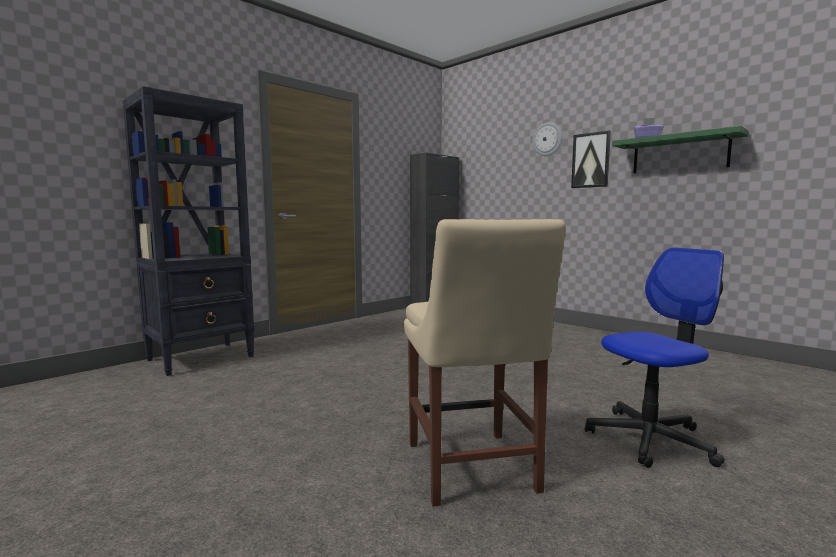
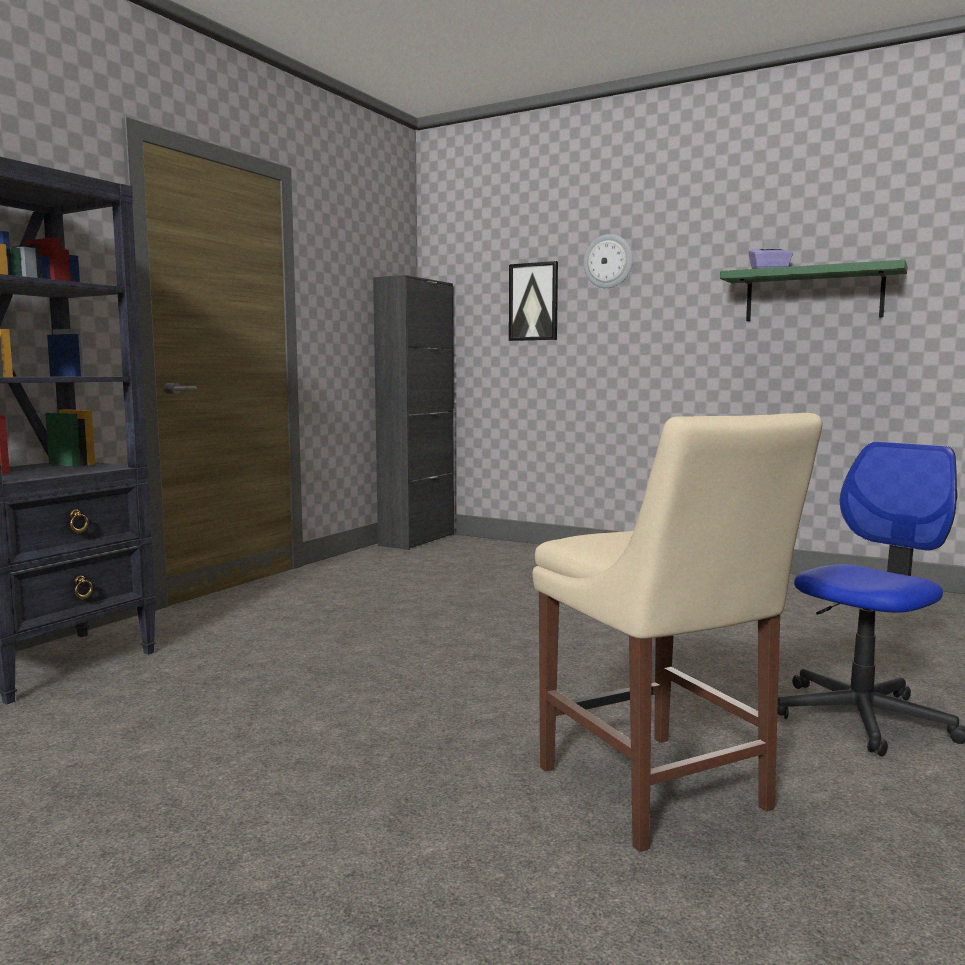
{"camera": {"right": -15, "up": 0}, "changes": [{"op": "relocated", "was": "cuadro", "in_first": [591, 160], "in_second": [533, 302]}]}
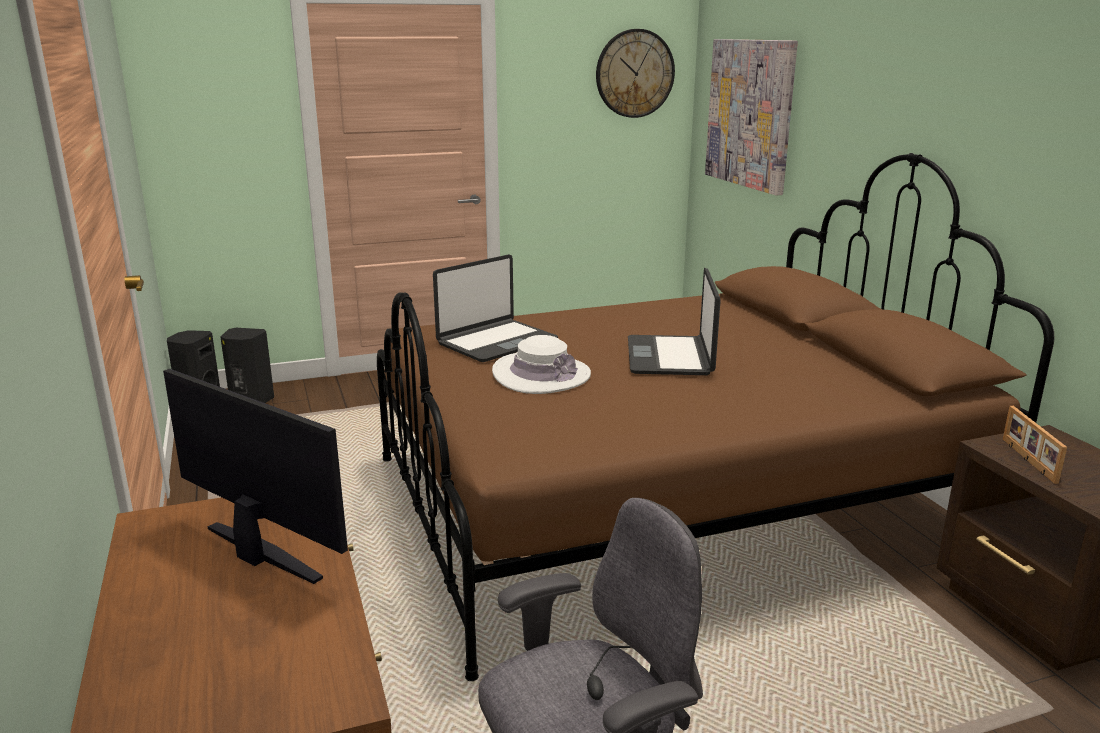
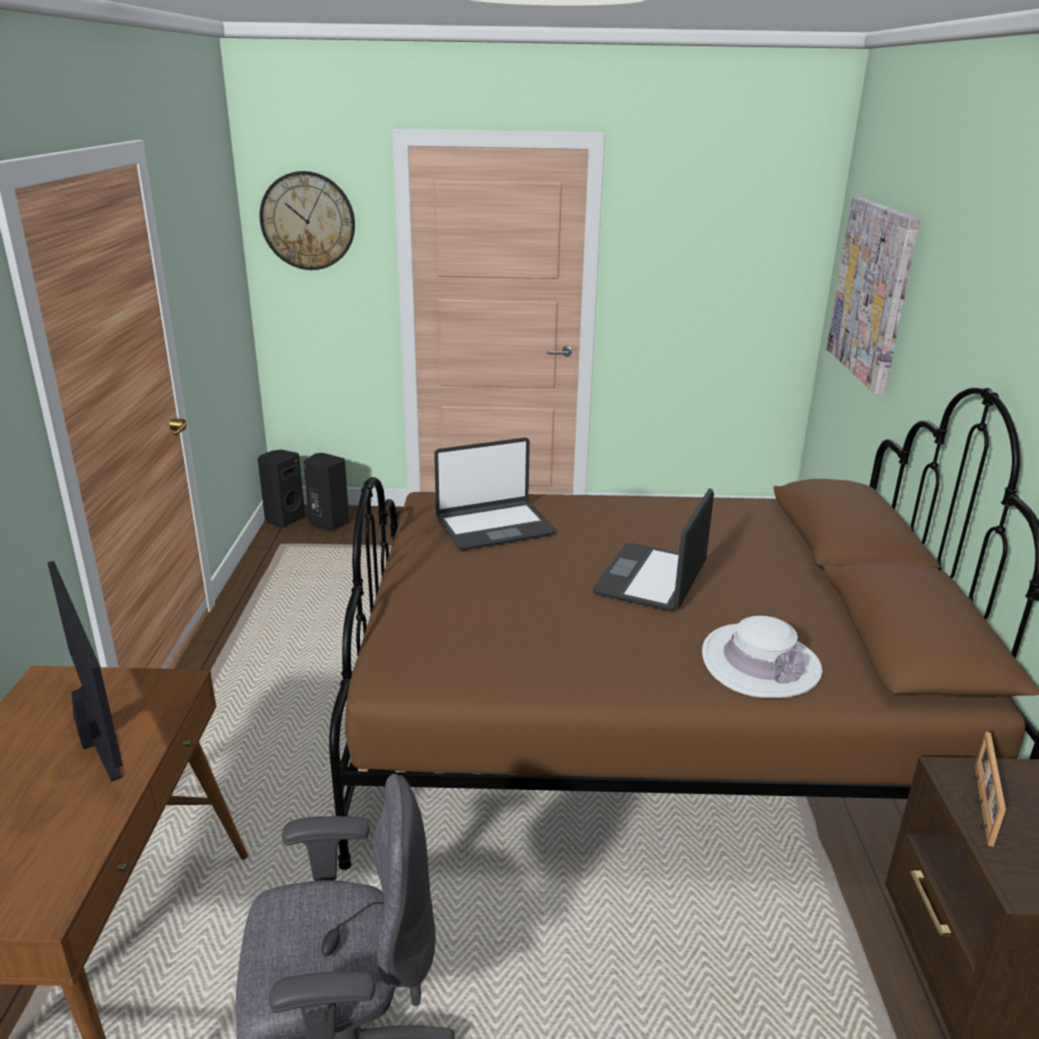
{"camera": {"right": 20, "up": 5}, "changes": [{"op": "relocated", "was": "reloj de pared", "in_first": [634, 73], "in_second": [308, 221]}, {"op": "relocated", "was": "sombrero/blanco", "in_first": [541, 375], "in_second": [760, 663]}]}
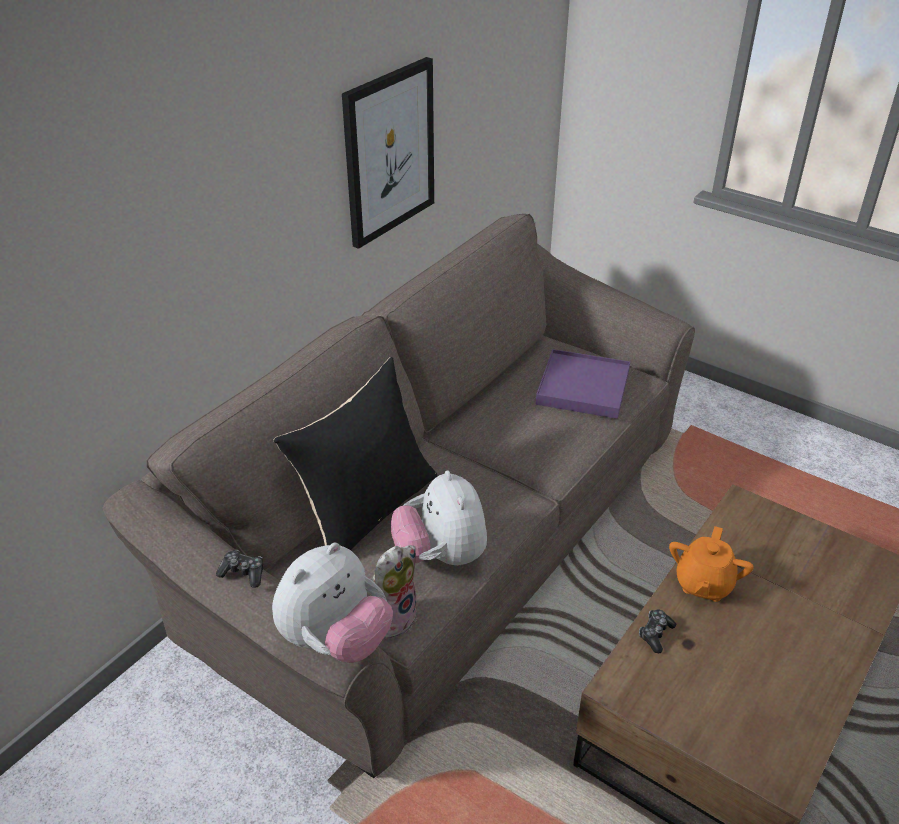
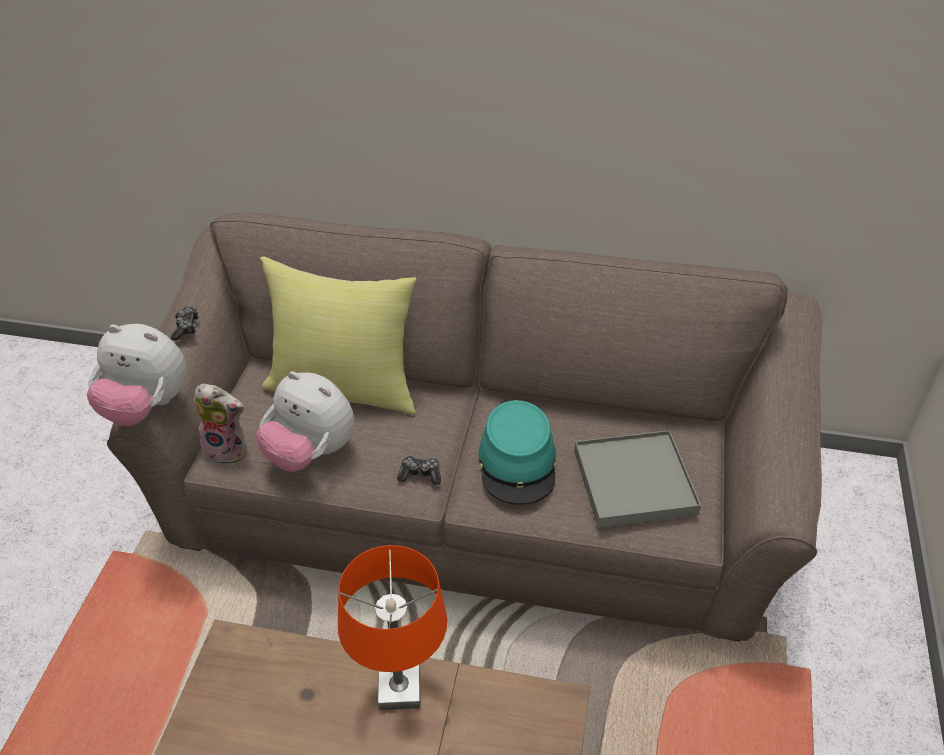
{"camera": {"right": 65, "up": 5}, "changes": [{"op": "spun", "was": "peluche", "in_first": [441, 556], "in_second": [310, 453], "clockwise": -105}, {"op": "colour", "was": "cojín/negro", "now": "cojín/amarillo", "in_first": [367, 510], "in_second": [344, 386]}, {"op": "exchanged", "was": "tetera/naranja", "now": "lámpara de mesa/naranja", "in_first": [703, 584], "in_second": [400, 690]}, {"op": "relocated", "was": "mando de consola", "in_first": [655, 634], "in_second": [420, 474]}, {"op": "appeared", "now": "sombrero/turquesa", "in_second": [518, 463]}, {"op": "colour", "was": "bandeja/morado", "now": "bandeja/gris", "in_first": [583, 387], "in_second": [634, 482]}, {"op": "missing", "was": "cuadro", "in_first": [389, 152]}]}
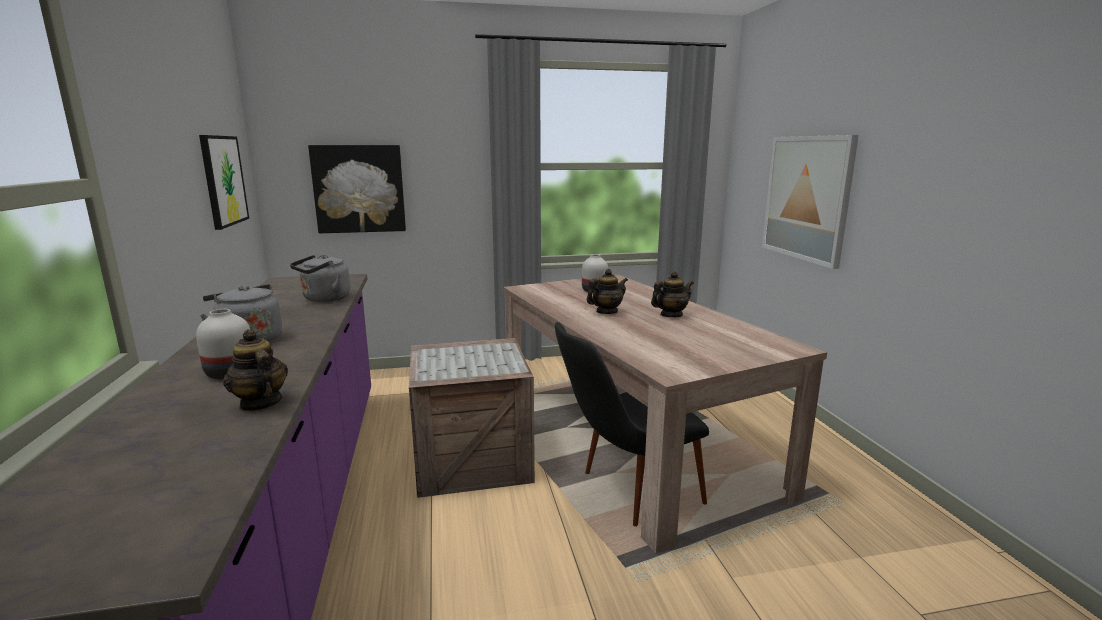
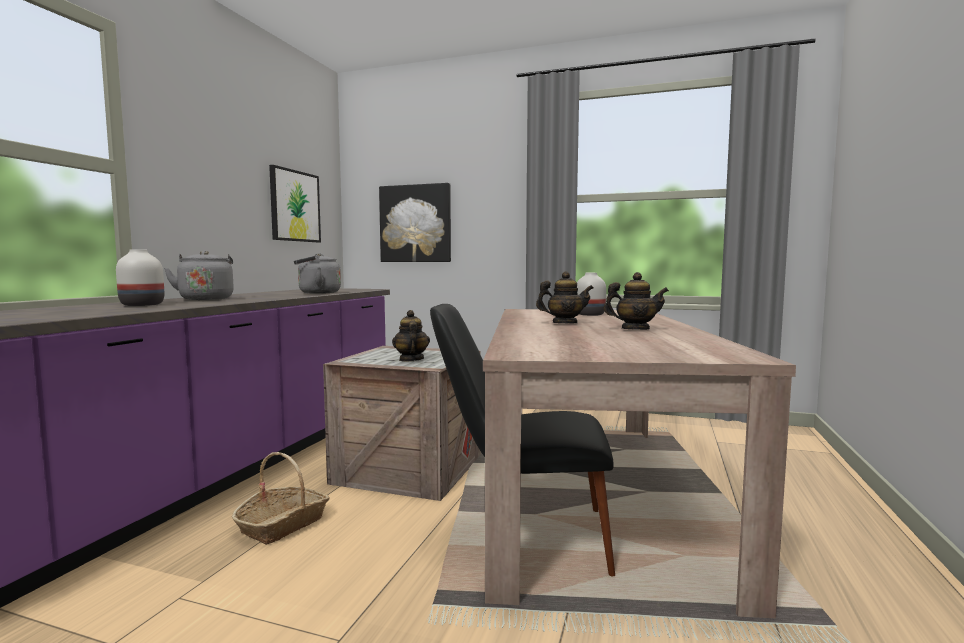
{"camera": {"right": 30, "up": -10}, "changes": [{"op": "appeared", "now": "cesta", "in_second": [283, 524]}, {"op": "relocated", "was": "tetera", "in_first": [260, 403], "in_second": [411, 359]}, {"op": "missing", "was": "cuadro", "in_first": [806, 198]}]}
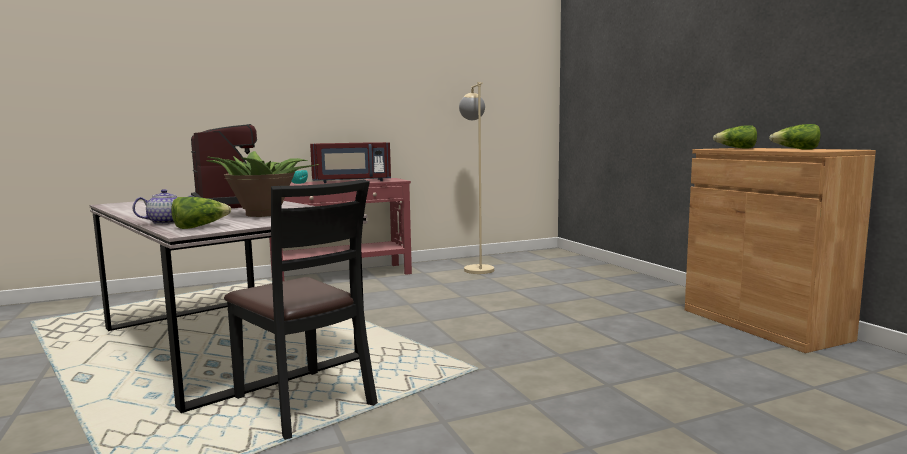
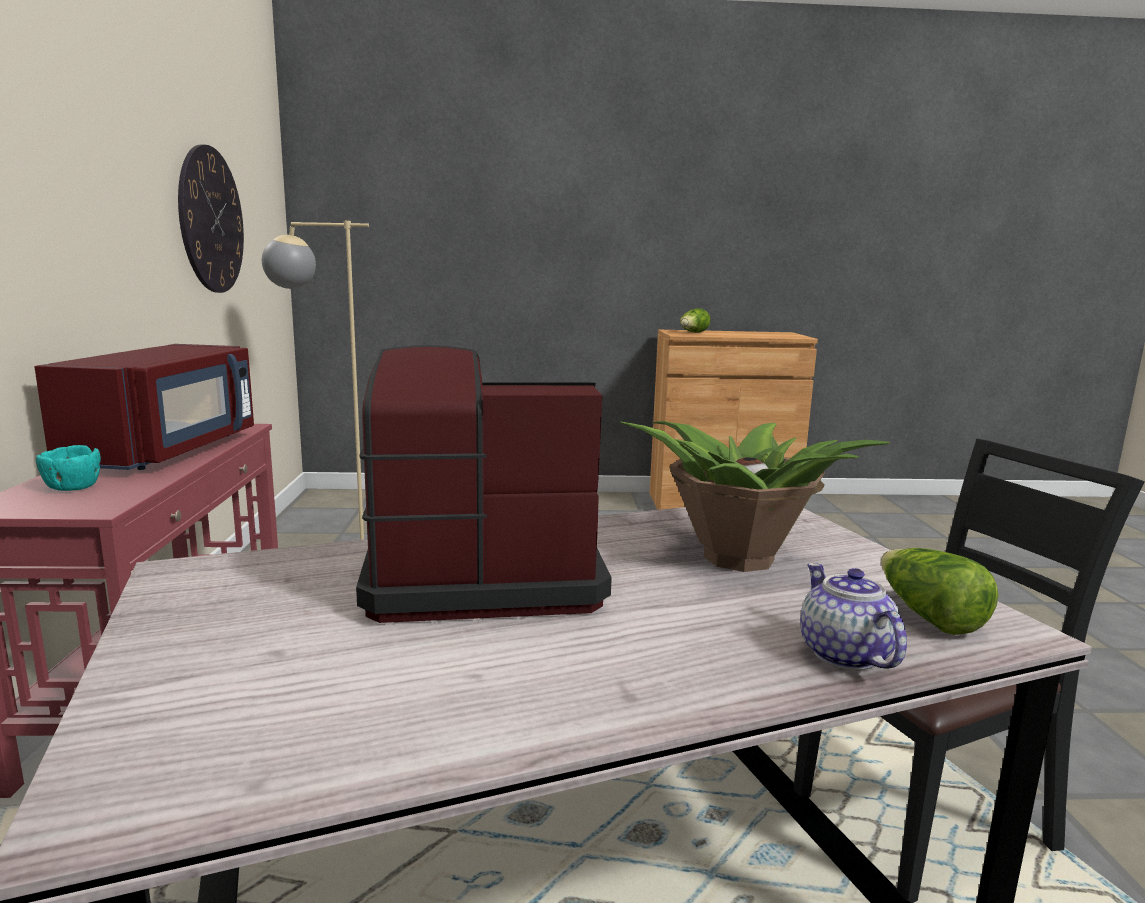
{"camera": {"right": -70, "up": 5}, "changes": [{"op": "appeared", "now": "reloj de pared", "in_second": [211, 220]}, {"op": "missing", "was": "lechuga", "in_first": [796, 149]}]}
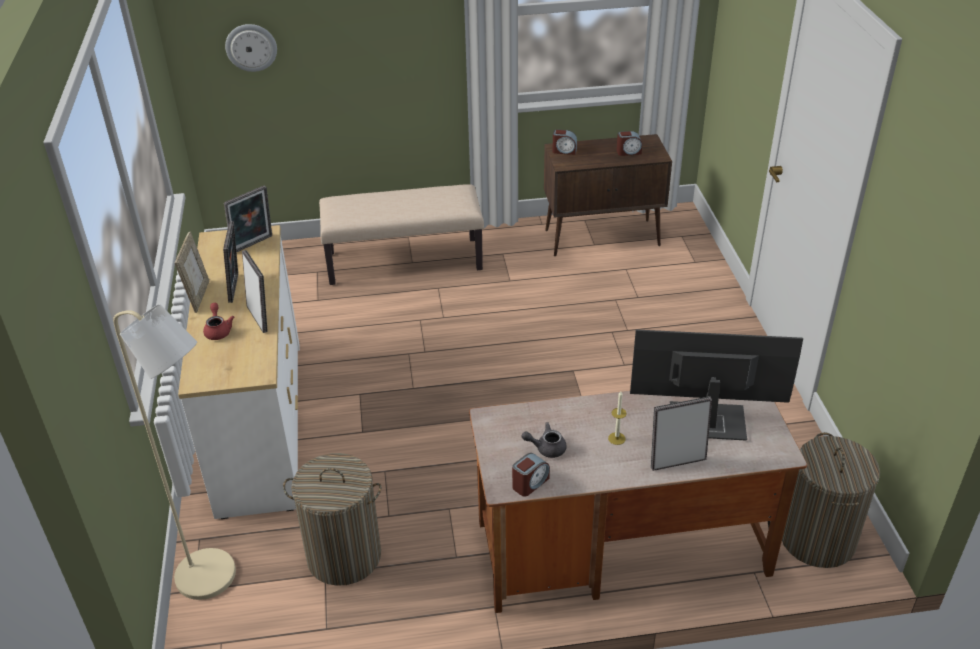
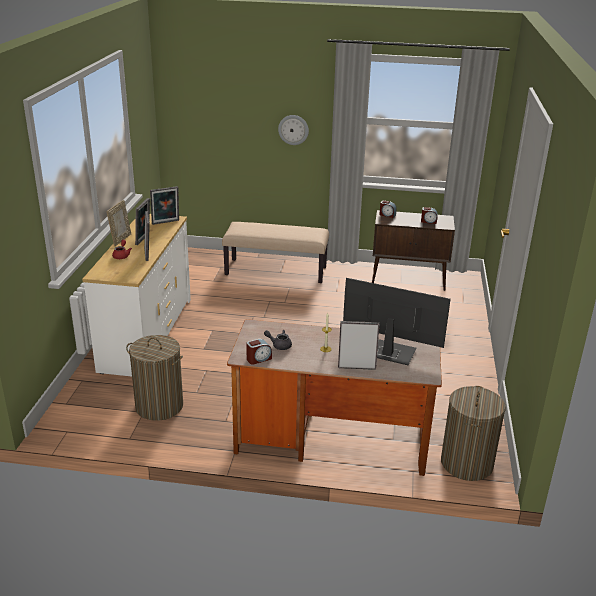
{"camera": {"right": 15, "up": -10}, "changes": [{"op": "relocated", "was": "reloj de pared", "in_first": [251, 47], "in_second": [293, 129]}, {"op": "missing", "was": "lámpara de pie/beis", "in_first": [215, 579]}]}
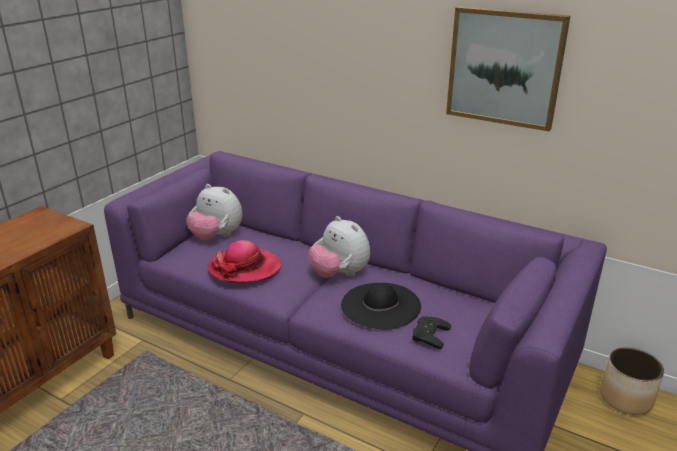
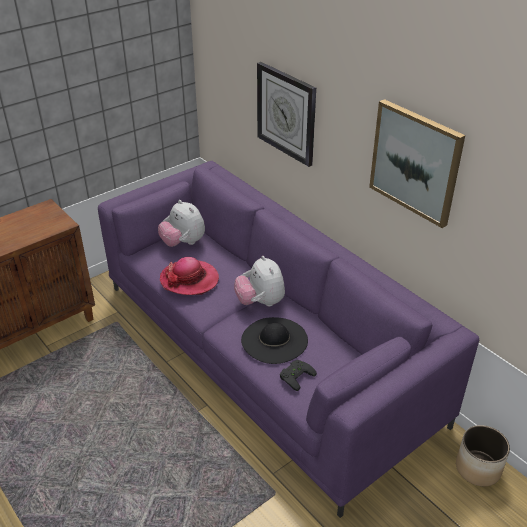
{"camera": {"right": 20, "up": 10}, "changes": [{"op": "appeared", "now": "reloj de pared", "in_second": [286, 113]}]}
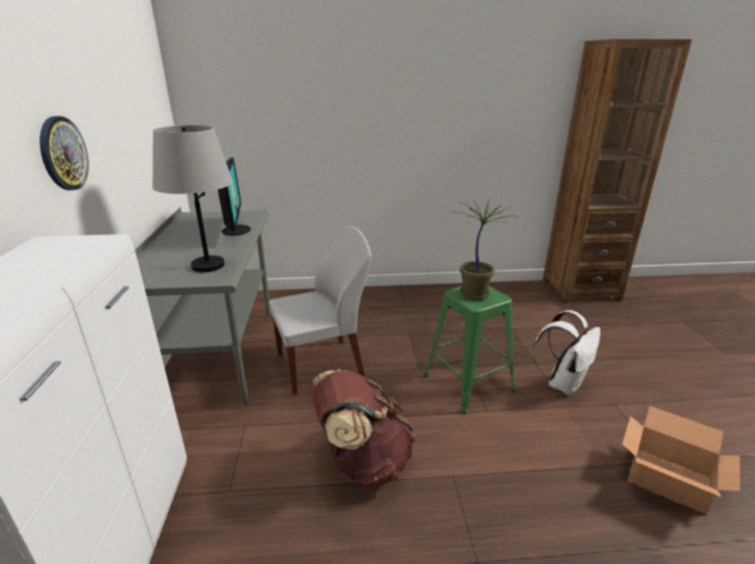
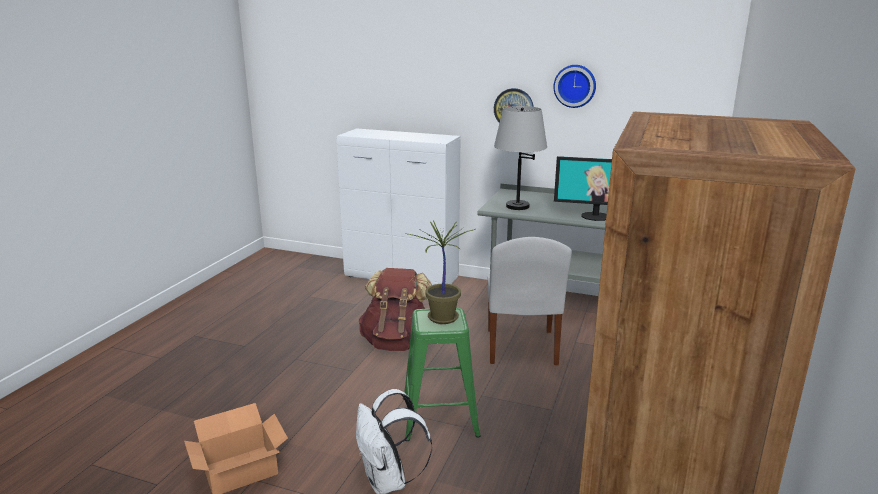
{"camera": {"right": 115, "up": -5}, "changes": [{"op": "appeared", "now": "reloj de pared", "in_second": [575, 86]}]}
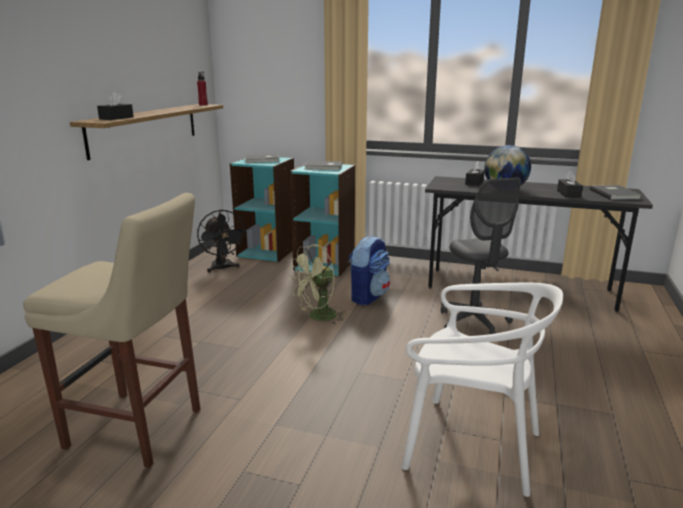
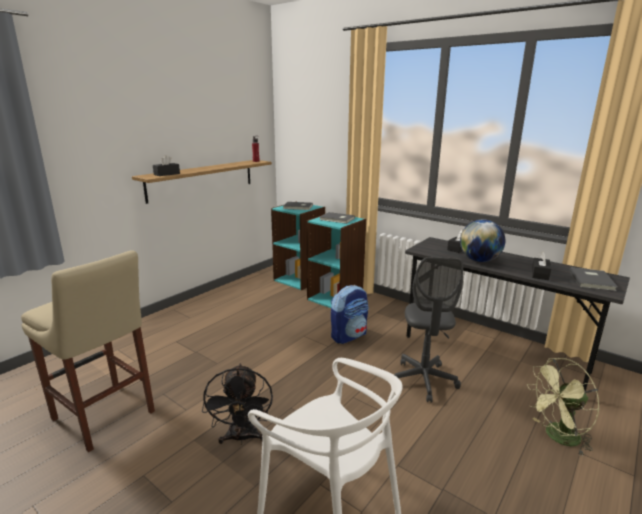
{"camera": {"right": 20, "up": 0}, "changes": [{"op": "relocated", "was": "ventilador/negro", "in_first": [223, 268], "in_second": [242, 438]}, {"op": "relocated", "was": "ventilador/verde", "in_first": [318, 317], "in_second": [557, 437]}]}
